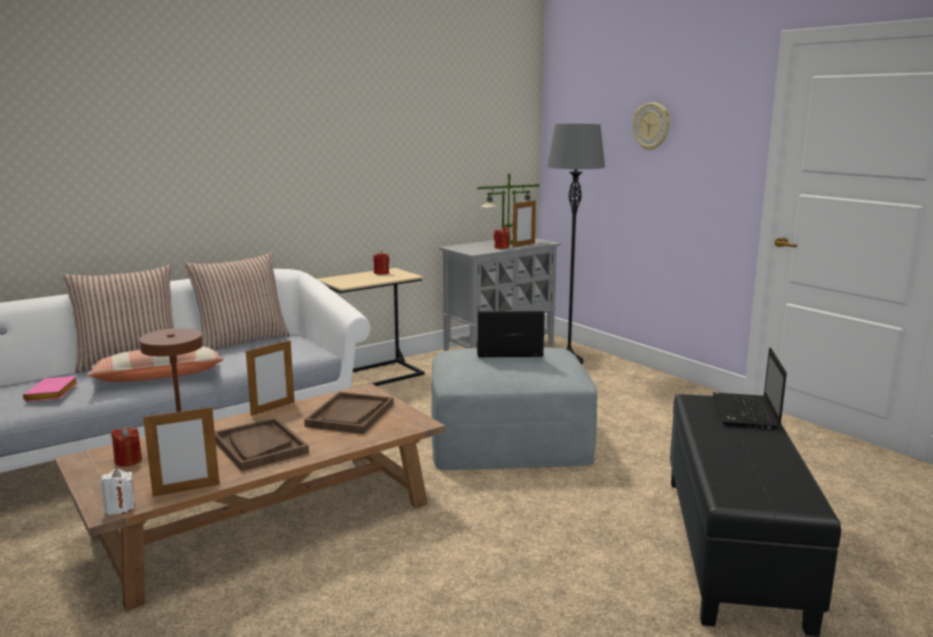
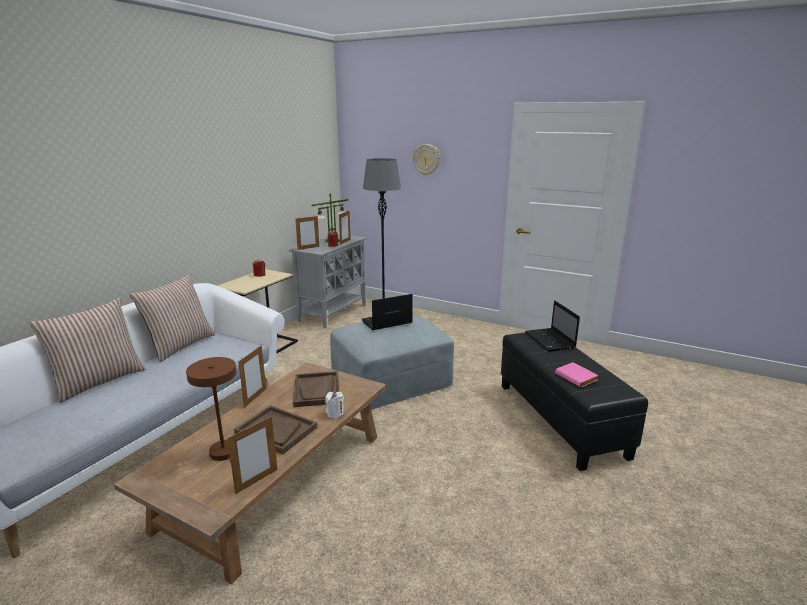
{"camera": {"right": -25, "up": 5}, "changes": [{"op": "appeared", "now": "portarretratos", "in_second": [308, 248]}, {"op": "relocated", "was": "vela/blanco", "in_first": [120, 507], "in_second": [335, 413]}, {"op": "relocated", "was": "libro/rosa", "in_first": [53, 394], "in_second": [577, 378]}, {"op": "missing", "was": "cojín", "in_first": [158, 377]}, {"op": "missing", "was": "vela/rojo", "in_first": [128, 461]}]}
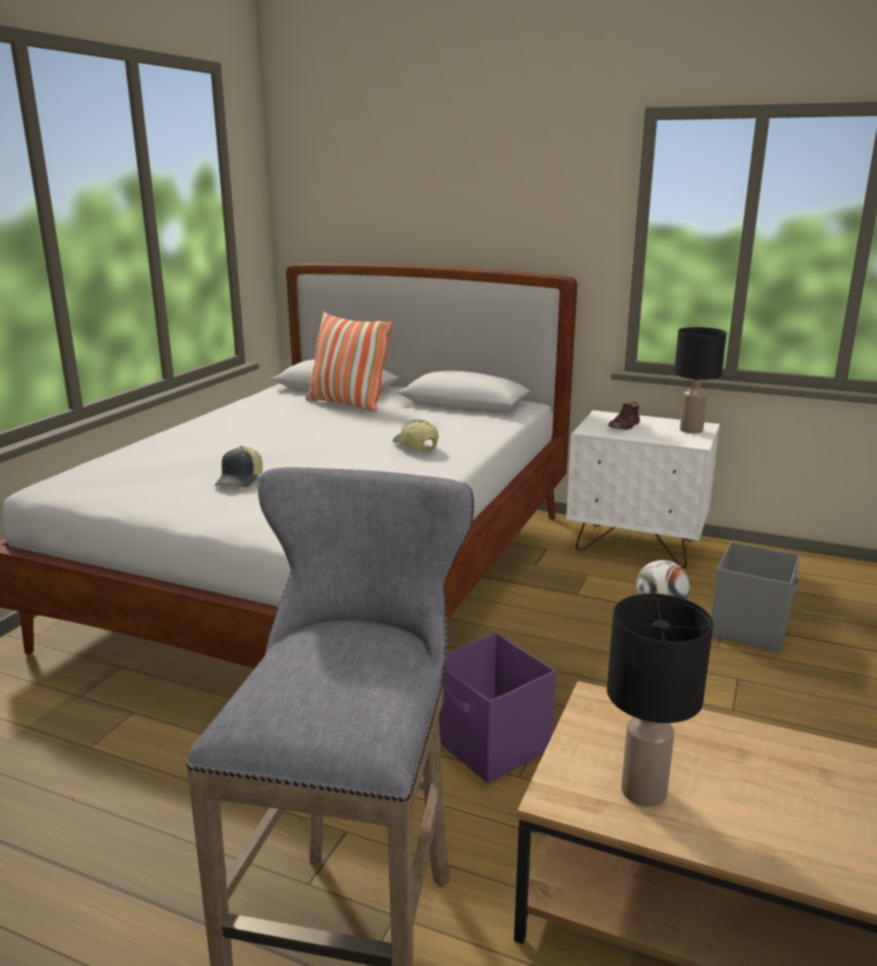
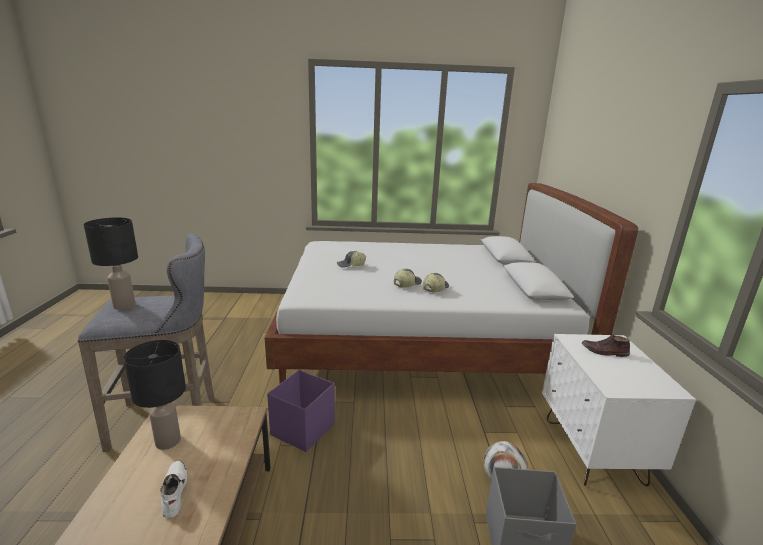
{"camera": {"right": 65, "up": 0}, "changes": [{"op": "relocated", "was": "lámpara de mesa/negro", "in_first": [691, 430], "in_second": [125, 305]}, {"op": "appeared", "now": "zapato/blanco", "in_second": [173, 492]}, {"op": "appeared", "now": "gorra", "in_second": [406, 283]}, {"op": "missing", "was": "cojín", "in_first": [347, 404]}]}
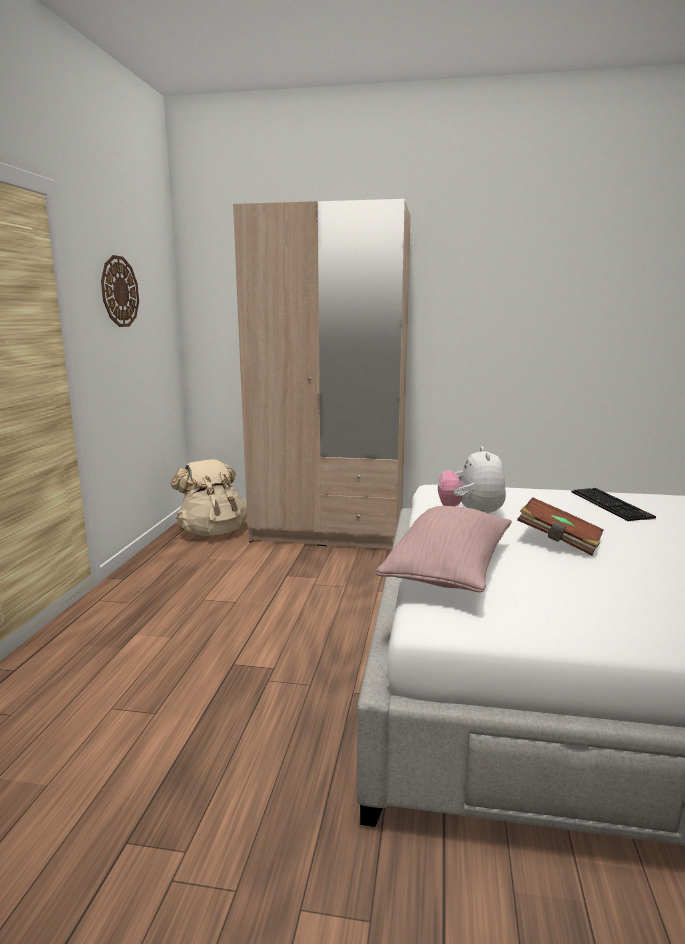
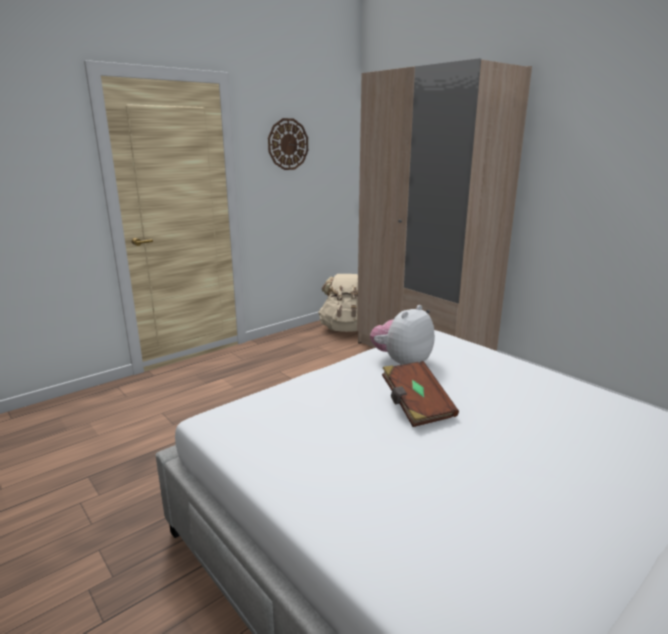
{"camera": {"right": 40, "up": 5}, "changes": [{"op": "missing", "was": "cojín/rosa", "in_first": [449, 569]}, {"op": "missing", "was": "teclado", "in_first": [612, 505]}]}
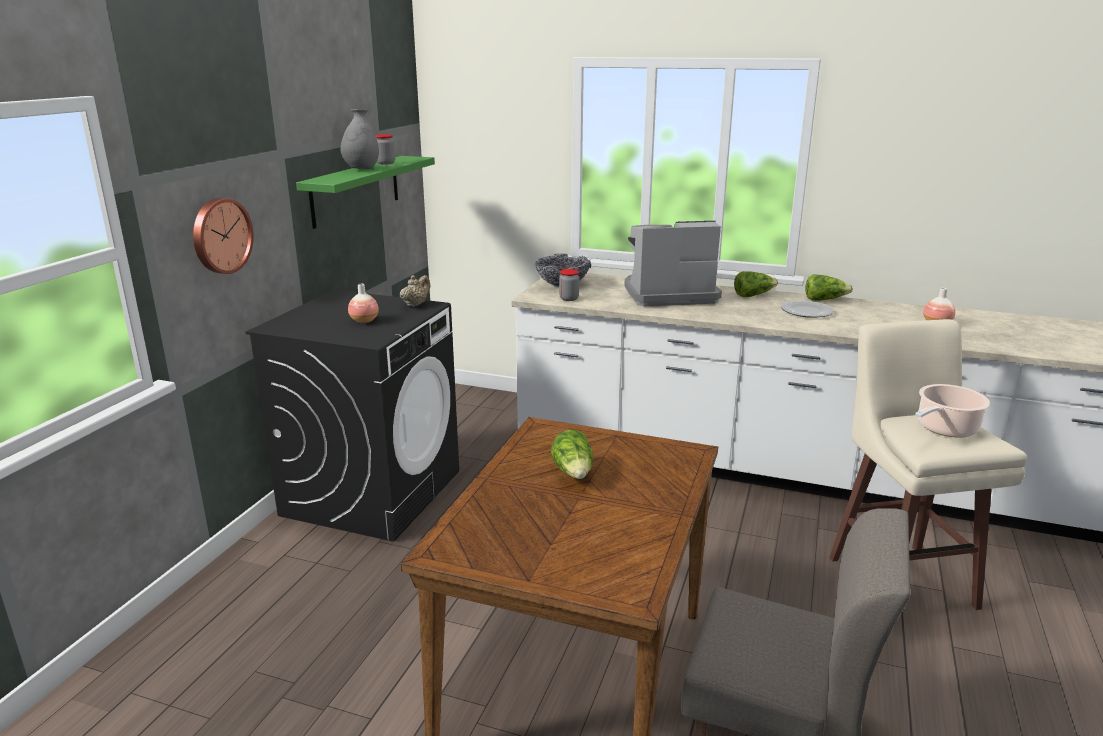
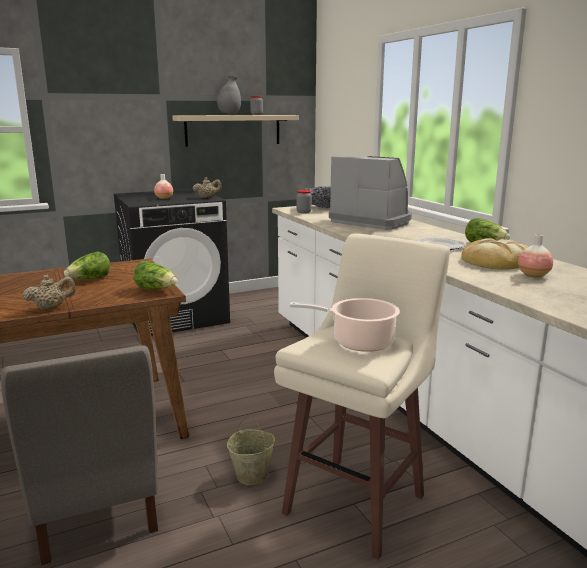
{"camera": {"right": 45, "up": -5}, "changes": [{"op": "appeared", "now": "tetera/beis", "in_second": [51, 307]}, {"op": "relocated", "was": "lechuga", "in_first": [753, 295], "in_second": [156, 289]}, {"op": "colour", "was": "estante/verde", "now": "estante/beis", "in_first": [356, 190], "in_second": [233, 130]}, {"op": "appeared", "now": "cubo/beis", "in_second": [252, 475]}, {"op": "appeared", "now": "pan", "in_second": [497, 261]}, {"op": "missing", "was": "reloj de pared", "in_first": [220, 235]}]}
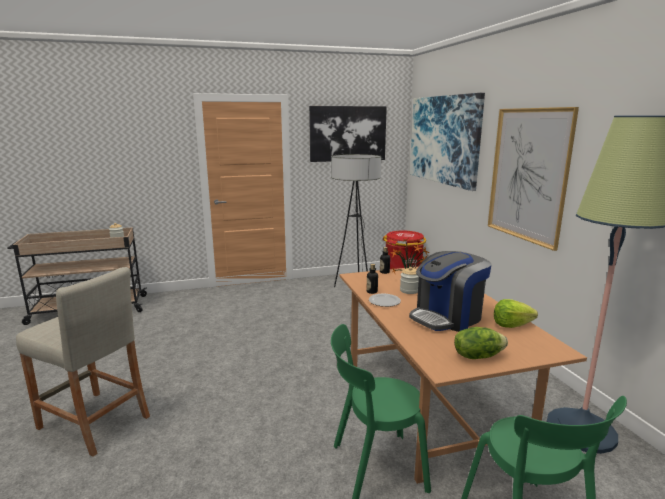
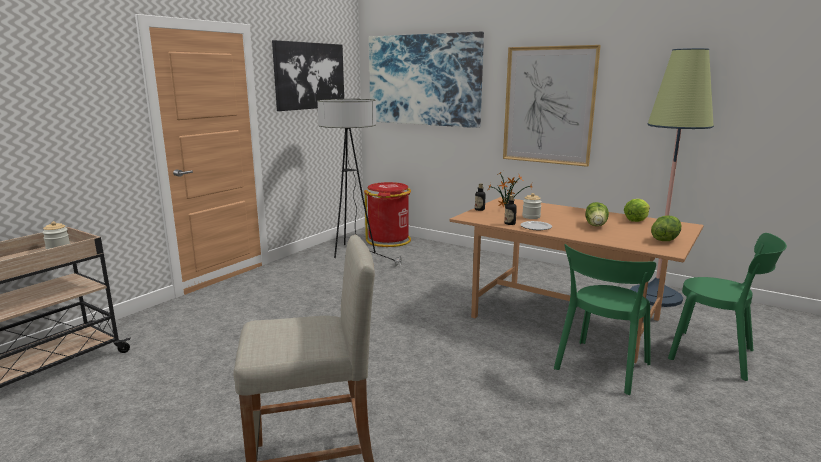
{"camera": {"right": -40, "up": 0}, "changes": [{"op": "exchanged", "was": "cafetera", "now": "lechuga", "in_first": [447, 317], "in_second": [596, 225]}]}
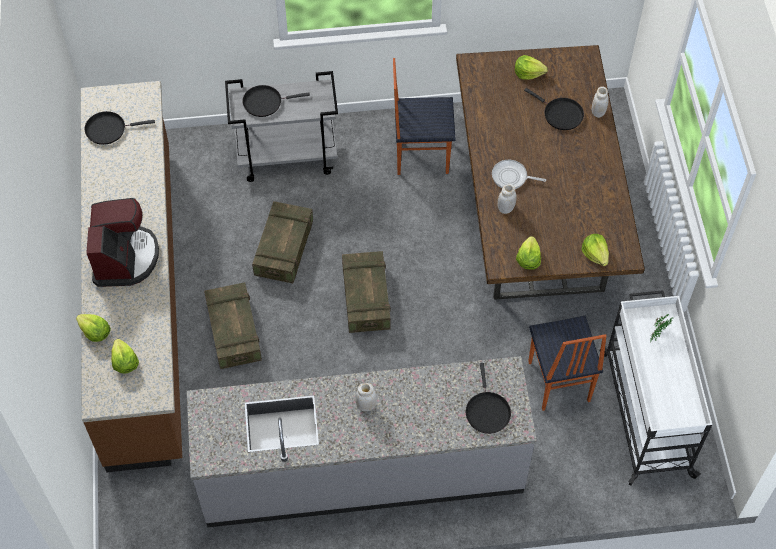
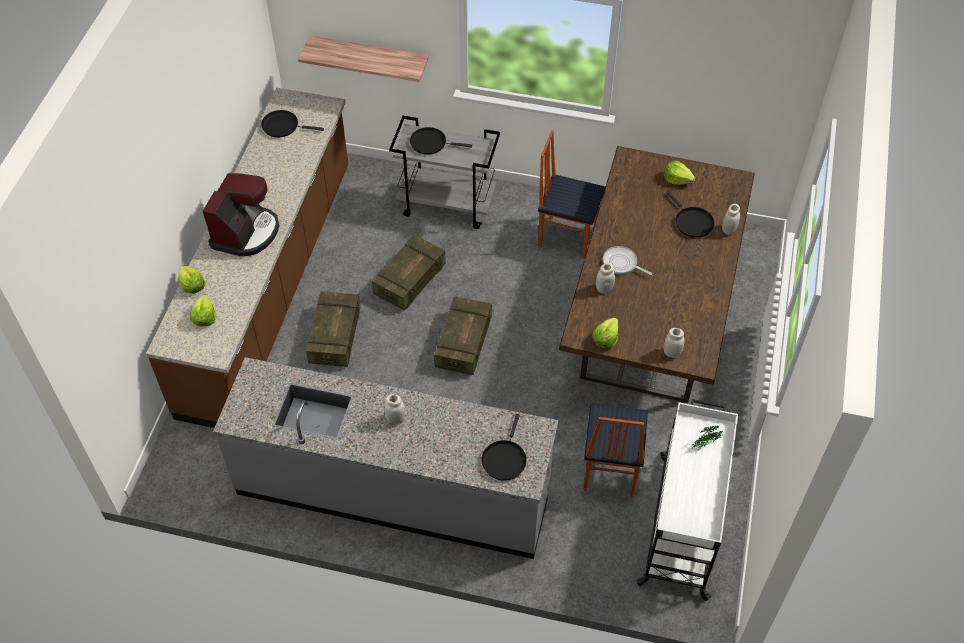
{"camera": {"right": 20, "up": -5}, "changes": [{"op": "appeared", "now": "estante", "in_second": [369, 56]}, {"op": "exchanged", "was": "lechuga", "now": "tarro/blanco", "in_first": [595, 254], "in_second": [671, 353]}]}
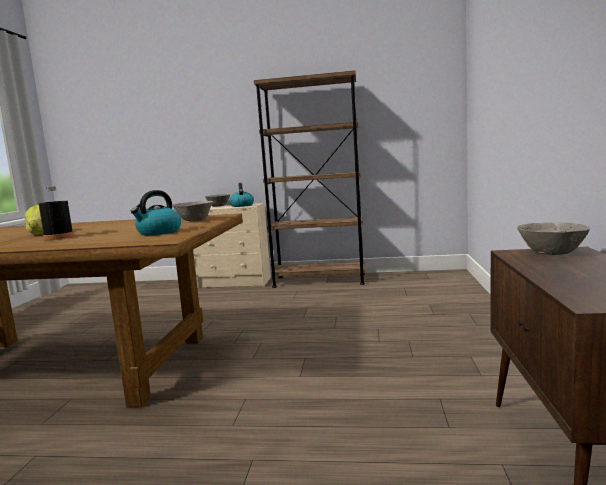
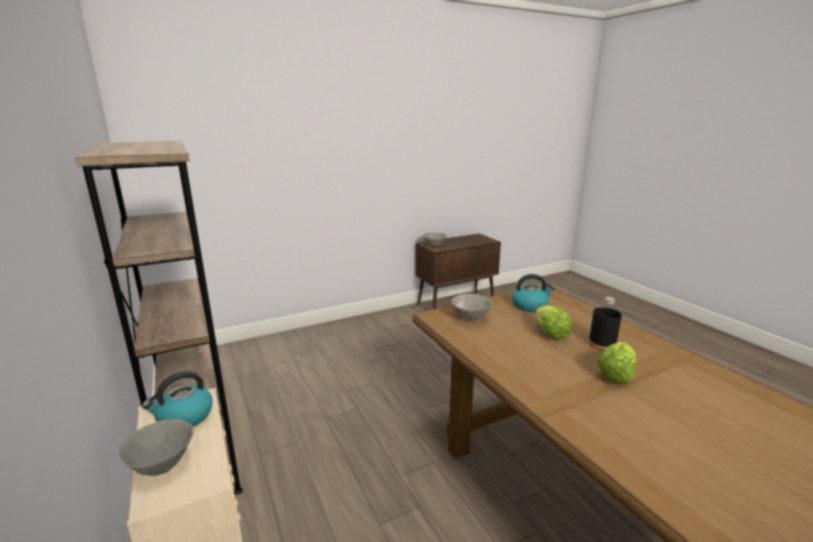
{"camera": {"right": -125, "up": 10}, "changes": [{"op": "appeared", "now": "lechuga", "in_second": [550, 334]}]}
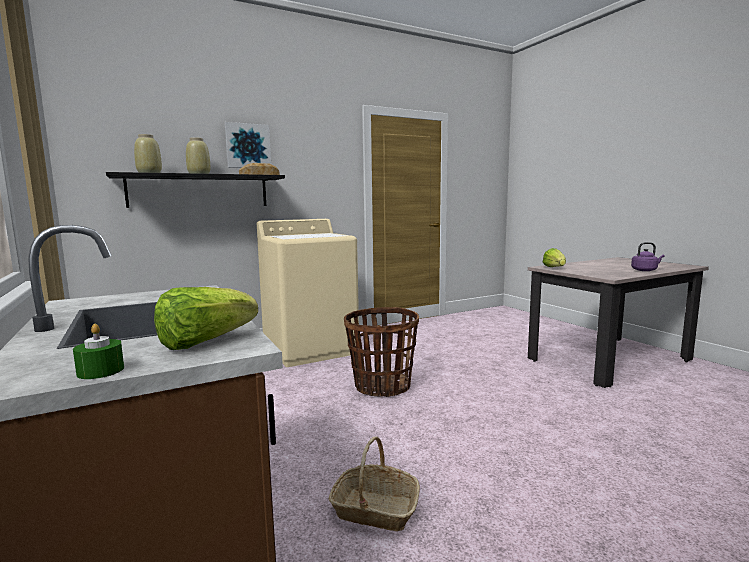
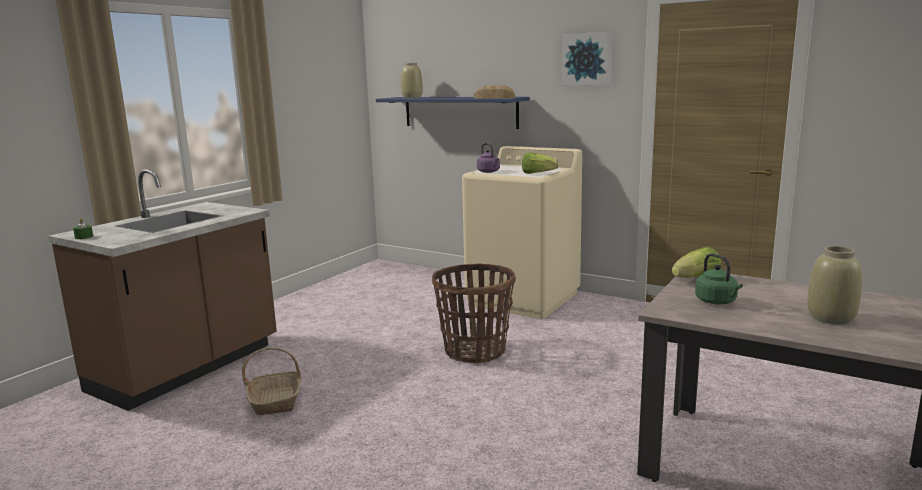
{"camera": {"right": 60, "up": 5}, "changes": [{"op": "colour", "was": "estante/negro", "now": "estante/azul", "in_first": [199, 191], "in_second": [460, 112]}, {"op": "relocated", "was": "hervidor/morado", "in_first": [645, 270], "in_second": [489, 172]}, {"op": "relocated", "was": "lechuga", "in_first": [205, 342], "in_second": [537, 173]}, {"op": "relocated", "was": "cuadro", "in_first": [248, 146], "in_second": [587, 59]}, {"op": "appeared", "now": "hervidor/verde", "in_second": [717, 302]}, {"op": "relocated", "was": "florero/beis", "in_first": [199, 174], "in_second": [830, 318]}]}
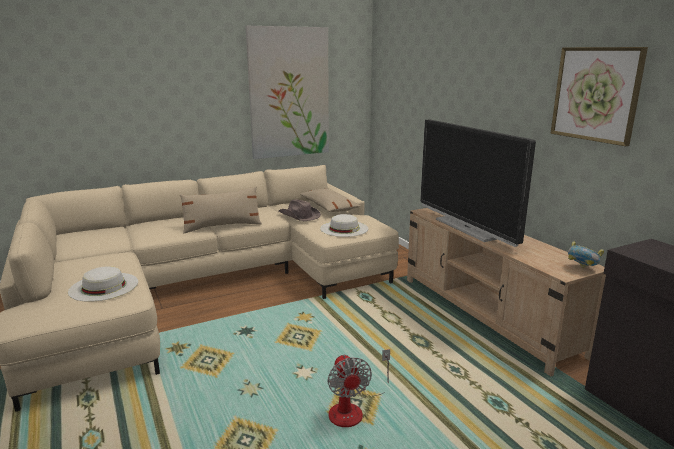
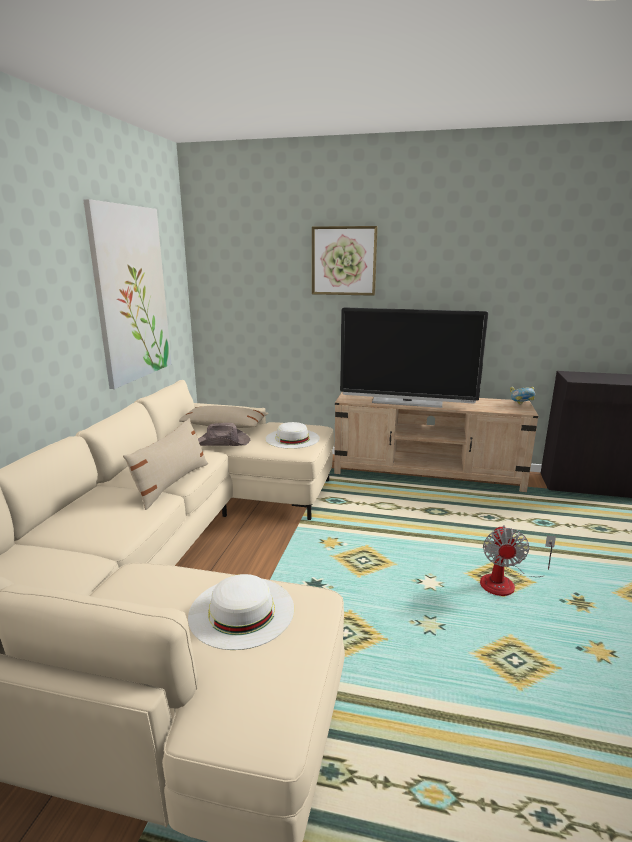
{"camera": {"right": -50, "up": 0}, "changes": [{"op": "relocated", "was": "cuadro", "in_first": [596, 94], "in_second": [344, 261]}, {"op": "spun", "was": "ventilador", "in_first": [353, 409], "in_second": [506, 582], "clockwise": 75}]}
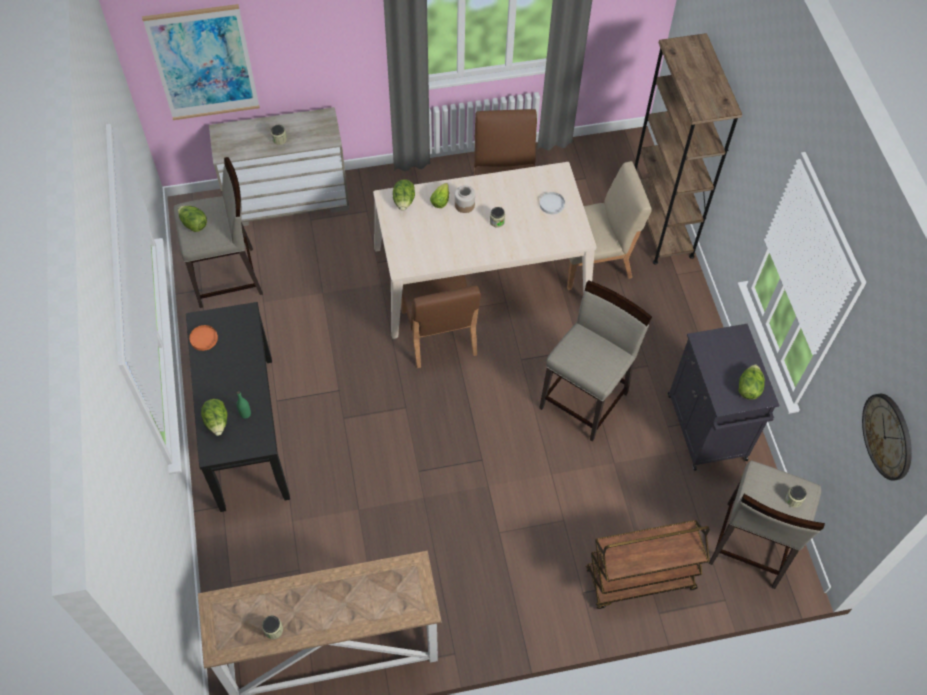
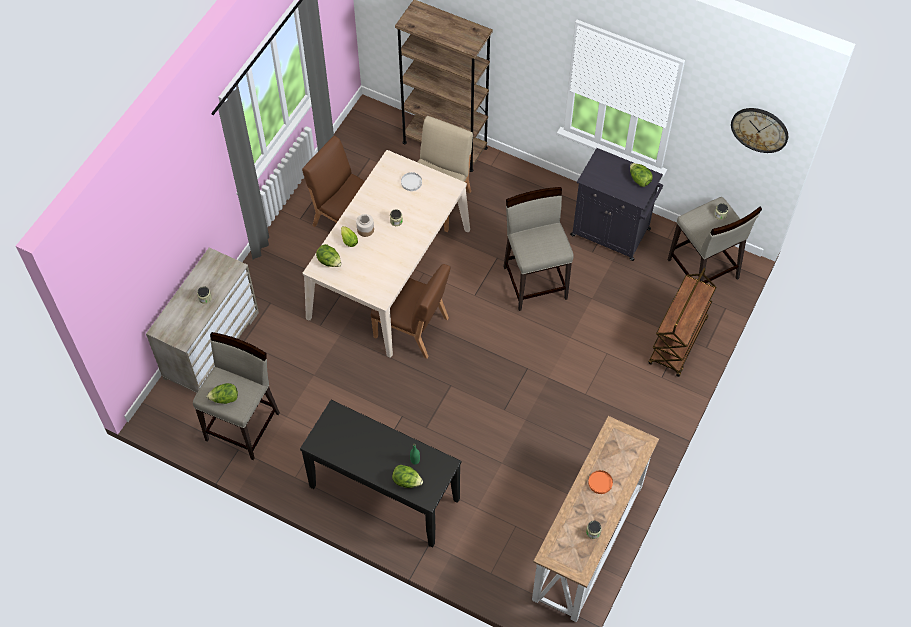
{"camera": {"right": -50, "up": 0}, "changes": [{"op": "relocated", "was": "plato/naranja", "in_first": [203, 339], "in_second": [600, 483]}, {"op": "missing", "was": "cuadro", "in_first": [204, 63]}]}
